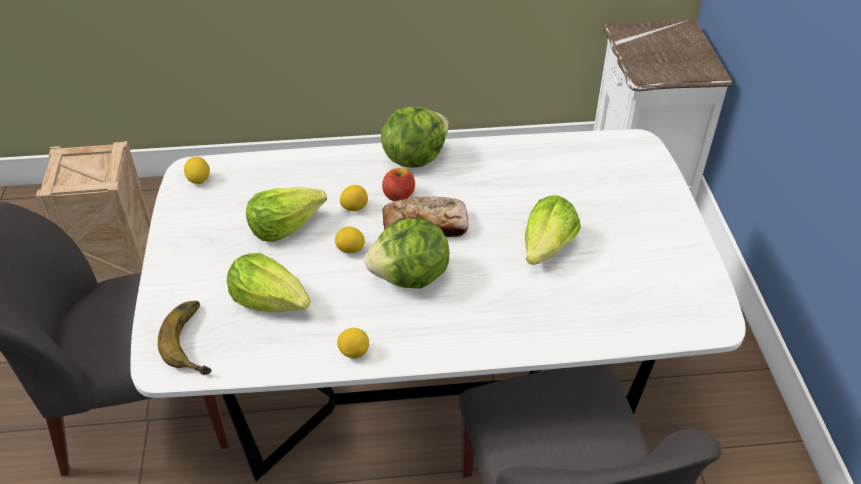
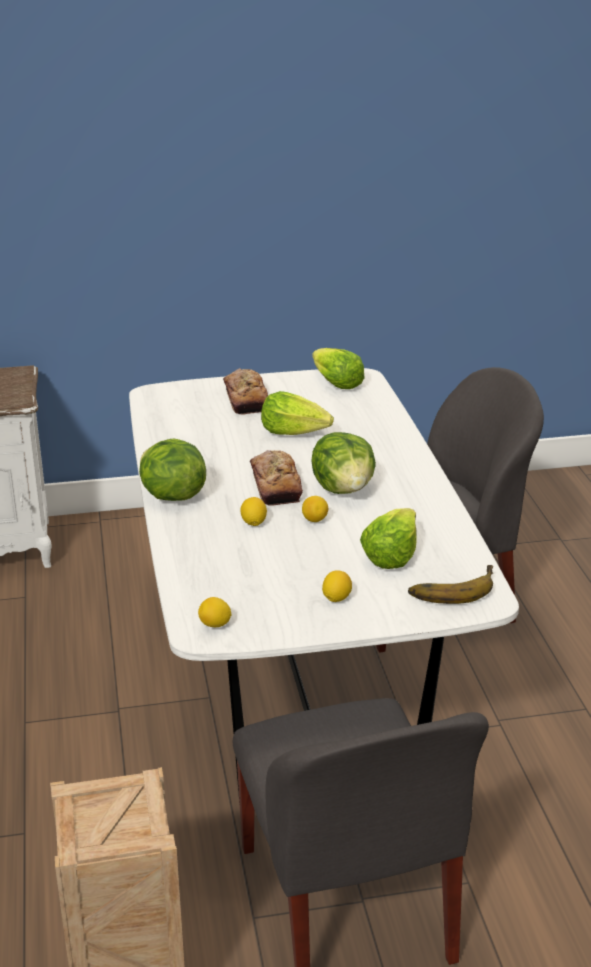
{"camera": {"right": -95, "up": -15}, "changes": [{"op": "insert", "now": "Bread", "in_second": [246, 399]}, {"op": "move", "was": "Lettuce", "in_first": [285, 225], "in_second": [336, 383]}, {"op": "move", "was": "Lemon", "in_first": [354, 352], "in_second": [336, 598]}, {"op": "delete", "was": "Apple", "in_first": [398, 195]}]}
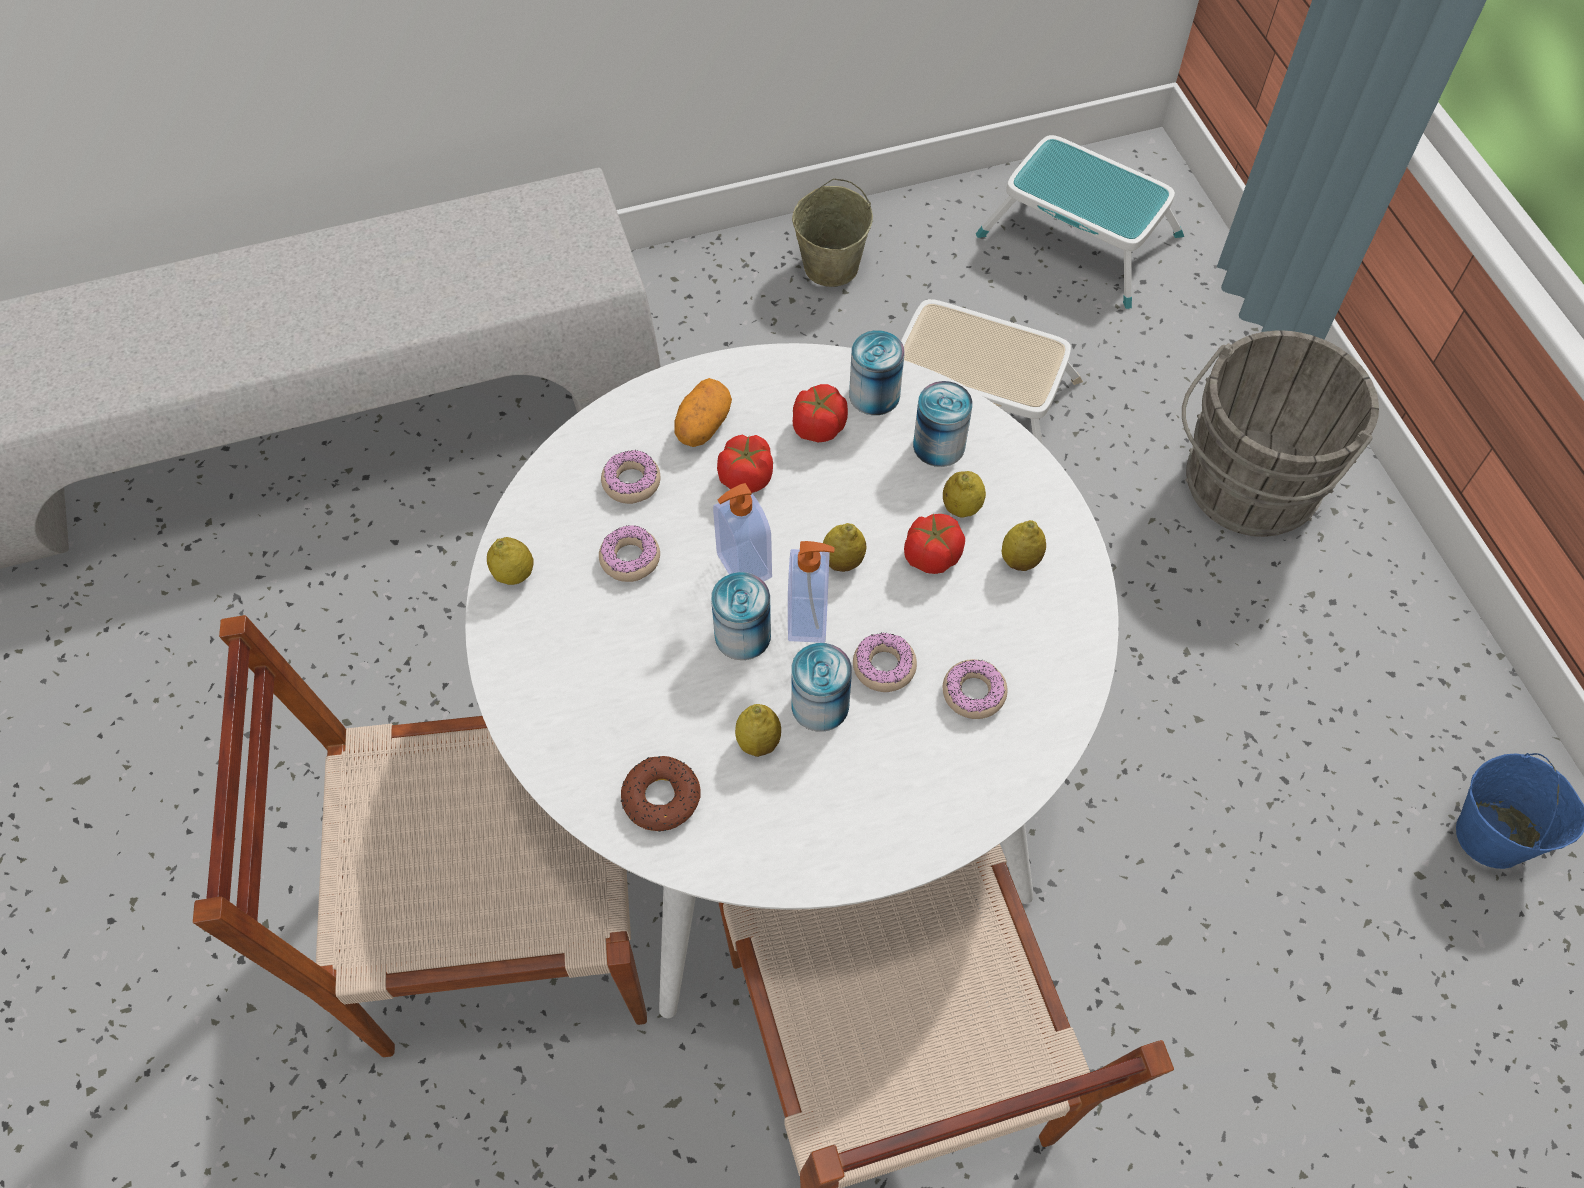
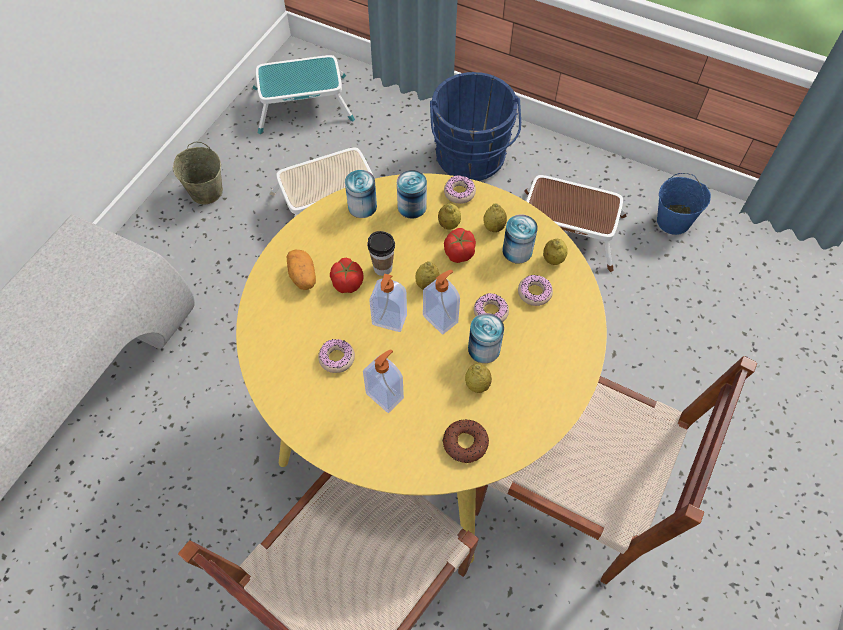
{"camera": {"right": -45, "up": 0}, "changes": [{"op": "recolor", "was": "WhiteDiningTable", "now": "YellowDiningTable", "in_first": [791, 785], "in_second": [421, 422]}, {"op": "insert", "now": "SoapDispenser", "in_second": [385, 395]}, {"op": "insert", "now": "Cup", "in_second": [383, 268]}, {"op": "recolor", "was": "GreyBucket", "now": "BlueBucket", "in_first": [1246, 489], "in_second": [470, 160]}, {"op": "move", "was": "Donut", "in_first": [631, 482], "in_second": [459, 192]}, {"op": "move", "was": "Can", "in_first": [742, 635], "in_second": [517, 251]}, {"op": "insert", "now": "BrownStepLadder", "in_second": [567, 230]}, {"op": "move", "was": "Lemon", "in_first": [514, 574], "in_second": [553, 259]}, {"op": "delete", "was": "Tomato", "in_first": [818, 427]}]}
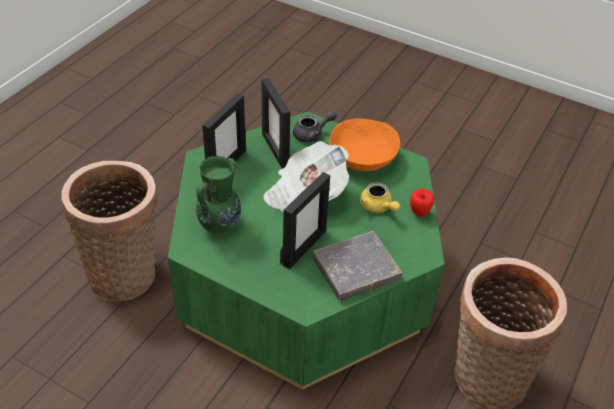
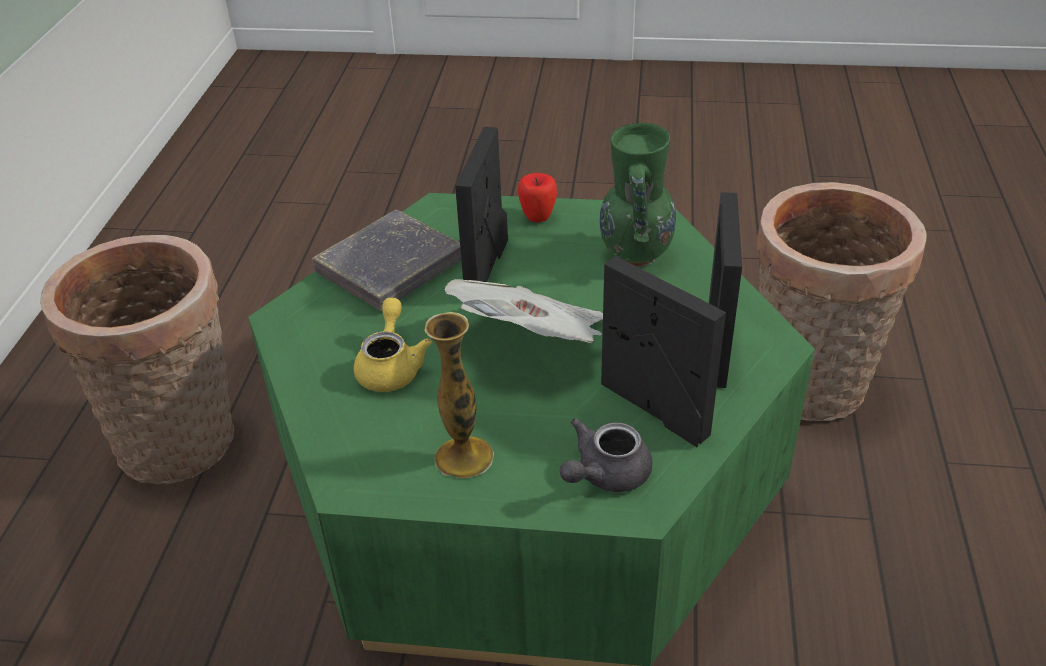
{"camera": {"right": 160, "up": -5}, "changes": [{"op": "rotate", "was": "YellowTeapot", "in_first": [377, 207], "in_second": [391, 366], "clockwise": 60}, {"op": "replace", "was": "OrangeBowl", "now": "Vase", "in_first": [362, 158], "in_second": [464, 457]}, {"op": "move", "was": "Apple", "in_first": [419, 213], "in_second": [538, 217]}]}
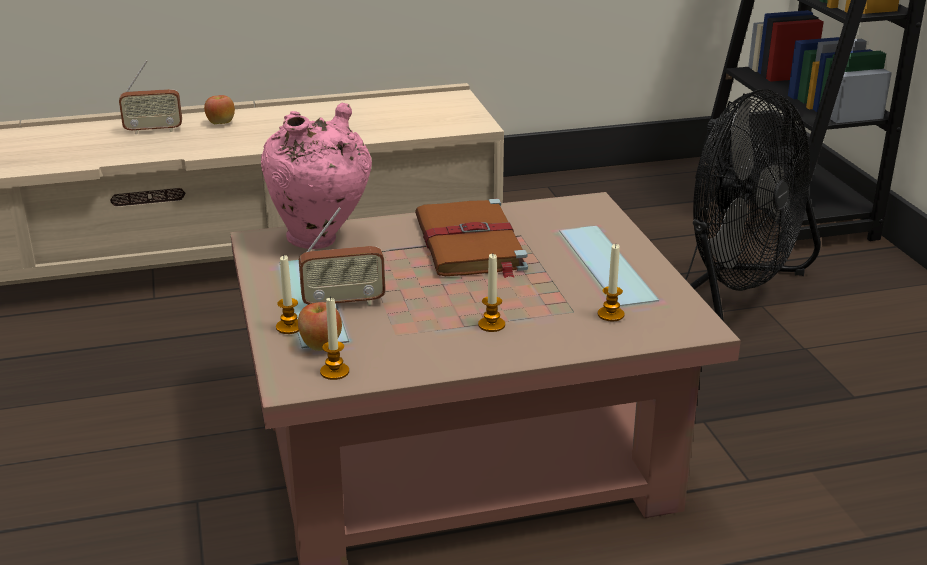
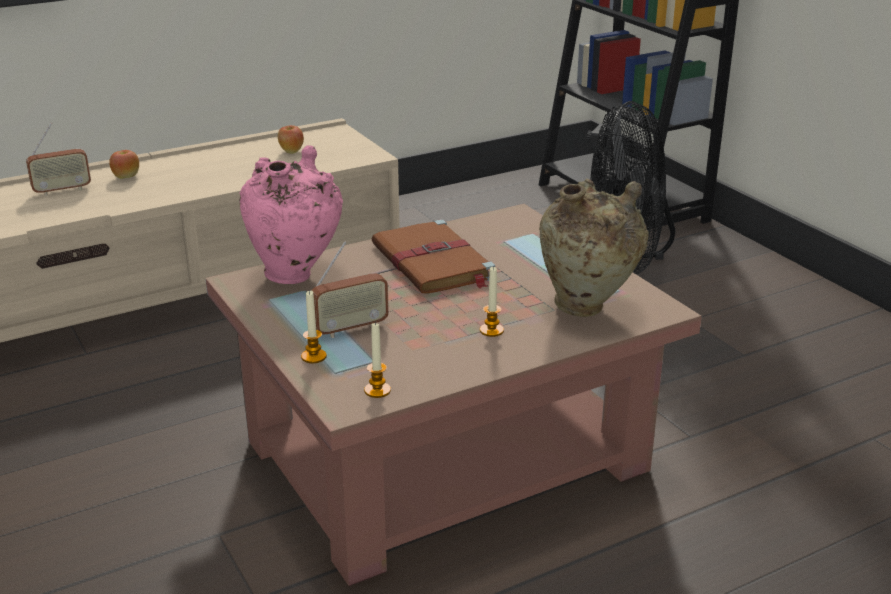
{"camera": {"right": -15, "up": 0}, "changes": [{"op": "move", "was": "Apple", "in_first": [320, 345], "in_second": [291, 151]}, {"op": "replace", "was": "Candle", "now": "BeigeVase", "in_first": [610, 314], "in_second": [587, 308]}]}
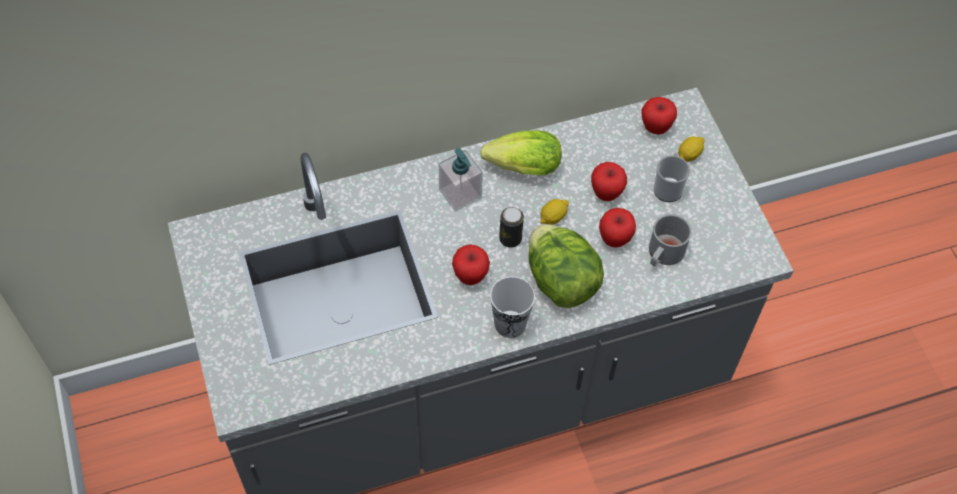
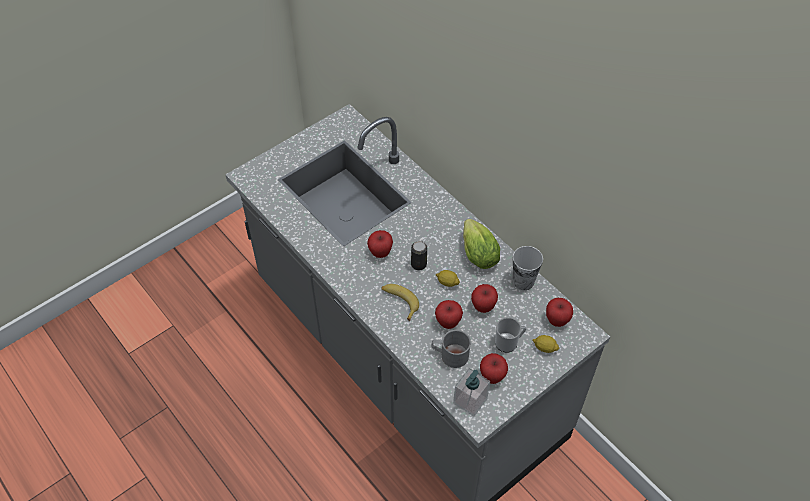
{"camera": {"right": 70, "up": -5}, "changes": [{"op": "replace", "was": "Lettuce", "now": "Banana", "in_first": [561, 281], "in_second": [399, 302]}, {"op": "move", "was": "SoapDispenser", "in_first": [460, 194], "in_second": [470, 401]}, {"op": "insert", "now": "Apple", "in_second": [492, 376]}, {"op": "move", "was": "Cup", "in_first": [510, 324], "in_second": [523, 281]}]}
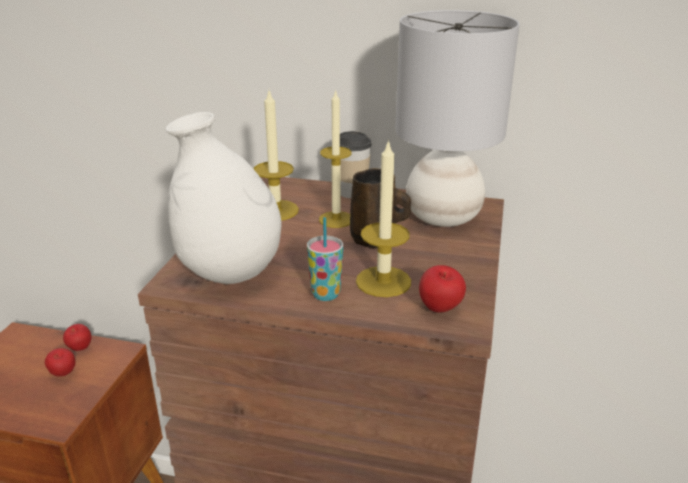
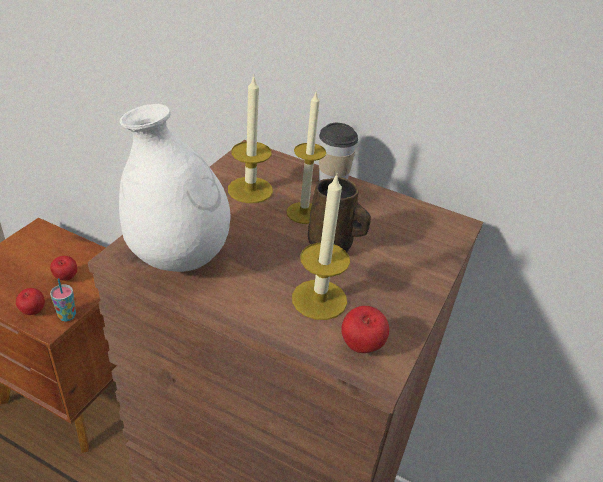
{"camera": {"right": 10, "up": 10}, "changes": [{"op": "move", "was": "Apple", "in_first": [80, 349], "in_second": [33, 312]}, {"op": "move", "was": "Cup", "in_first": [325, 294], "in_second": [67, 316]}, {"op": "delete", "was": "GreyTableLamp", "in_first": [441, 217]}]}
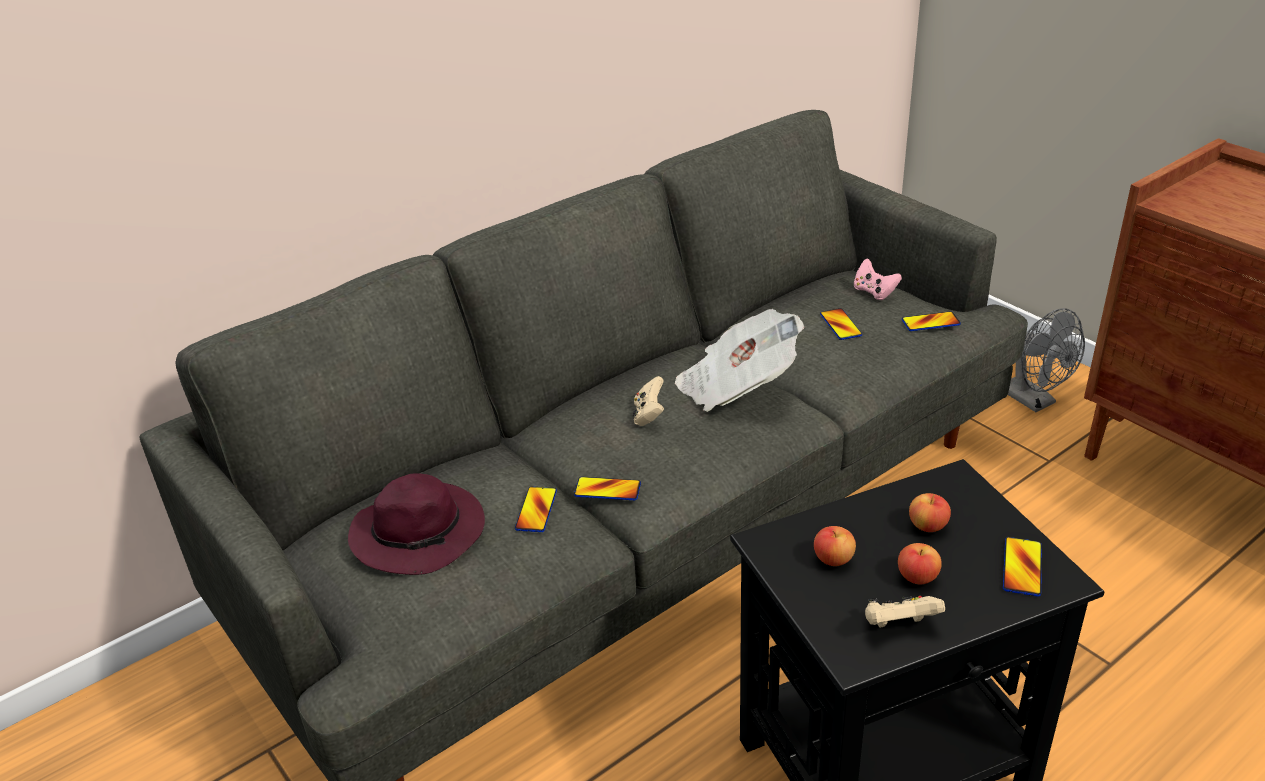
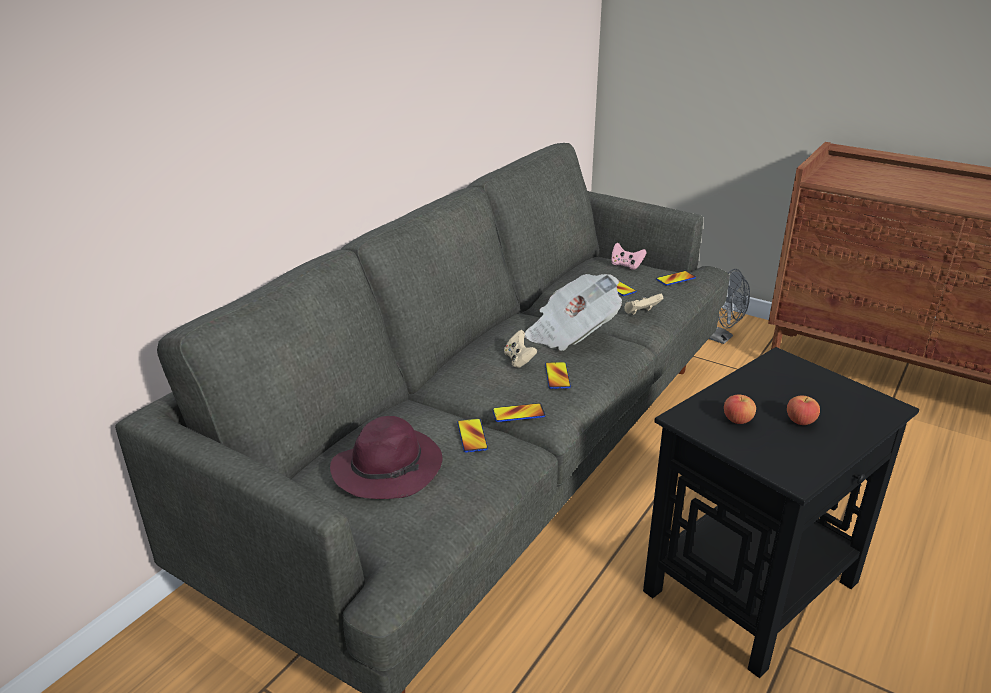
{"camera": {"right": -20, "up": -5}, "changes": [{"op": "move", "was": "Phone", "in_first": [1022, 567], "in_second": [557, 376]}, {"op": "move", "was": "BeigeGameController", "in_first": [899, 625], "in_second": [641, 313]}, {"op": "delete", "was": "Apple", "in_first": [927, 525]}]}
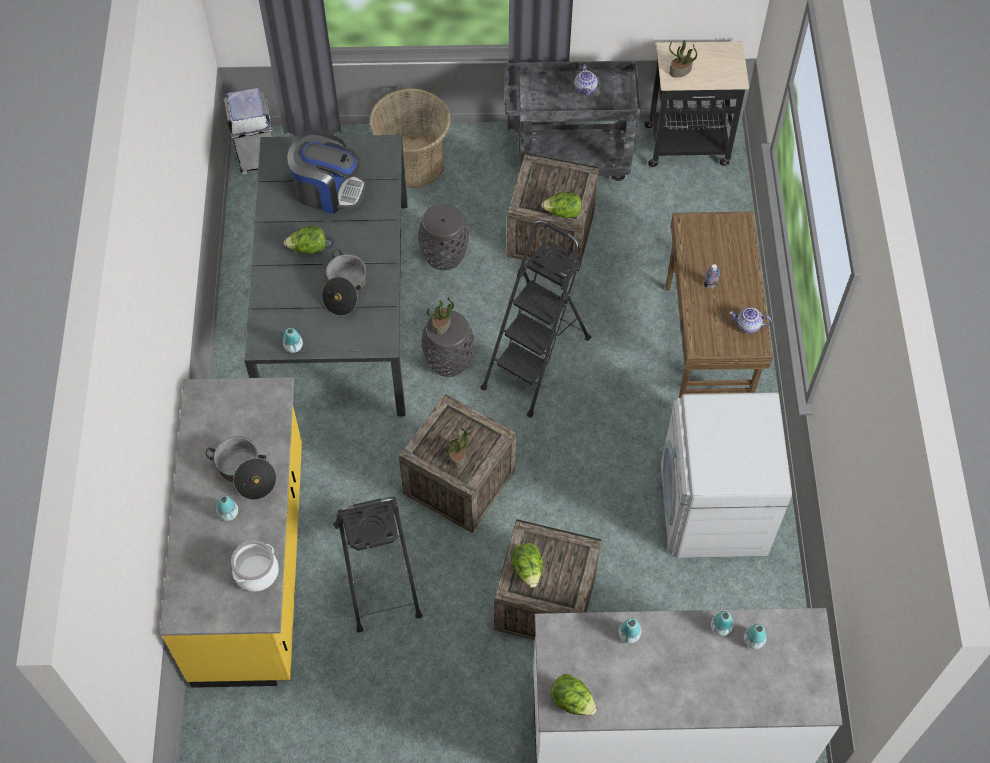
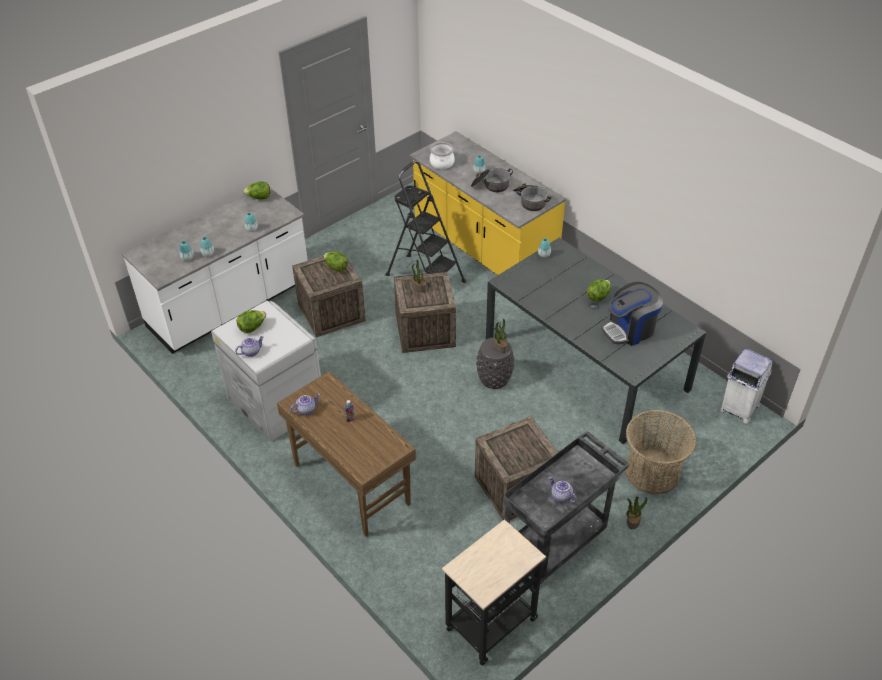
{"camera": {"right": 140, "up": -15}, "changes": [{"op": "insert", "now": "Teapot", "in_second": [251, 352]}, {"op": "move", "was": "Lettuce", "in_first": [562, 213], "in_second": [252, 327]}, {"op": "move", "was": "CookingPot", "in_first": [345, 290], "in_second": [530, 201]}, {"op": "move", "was": "PottedPlant", "in_first": [680, 71], "in_second": [633, 520]}, {"op": "delete", "was": "GreyStool", "in_first": [444, 255]}, {"op": "delete", "was": "StepLadder", "in_first": [537, 360]}]}
